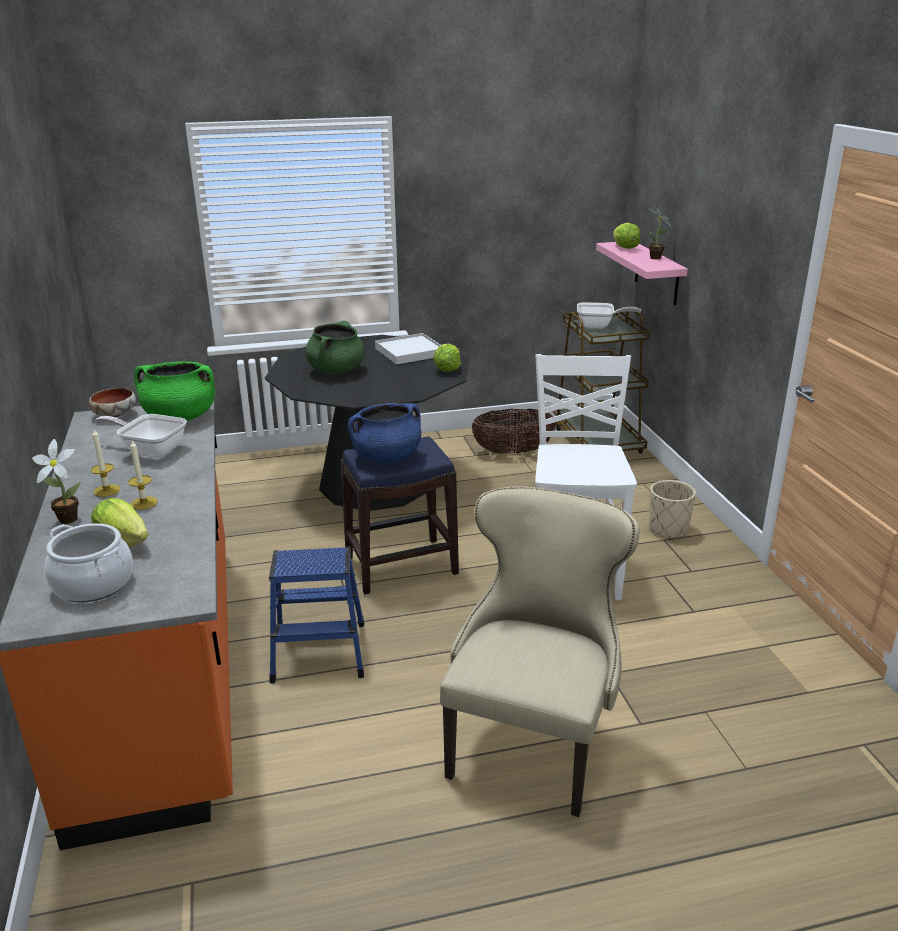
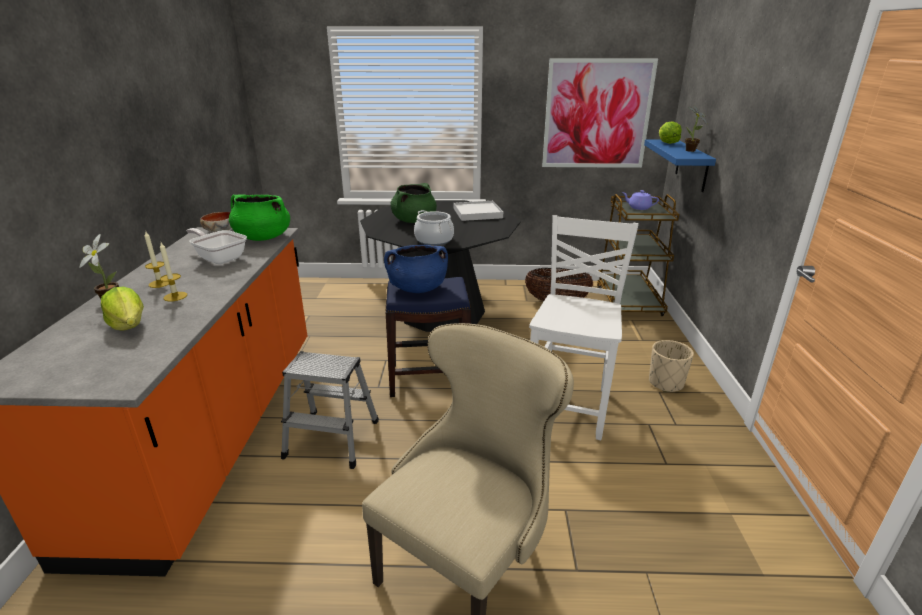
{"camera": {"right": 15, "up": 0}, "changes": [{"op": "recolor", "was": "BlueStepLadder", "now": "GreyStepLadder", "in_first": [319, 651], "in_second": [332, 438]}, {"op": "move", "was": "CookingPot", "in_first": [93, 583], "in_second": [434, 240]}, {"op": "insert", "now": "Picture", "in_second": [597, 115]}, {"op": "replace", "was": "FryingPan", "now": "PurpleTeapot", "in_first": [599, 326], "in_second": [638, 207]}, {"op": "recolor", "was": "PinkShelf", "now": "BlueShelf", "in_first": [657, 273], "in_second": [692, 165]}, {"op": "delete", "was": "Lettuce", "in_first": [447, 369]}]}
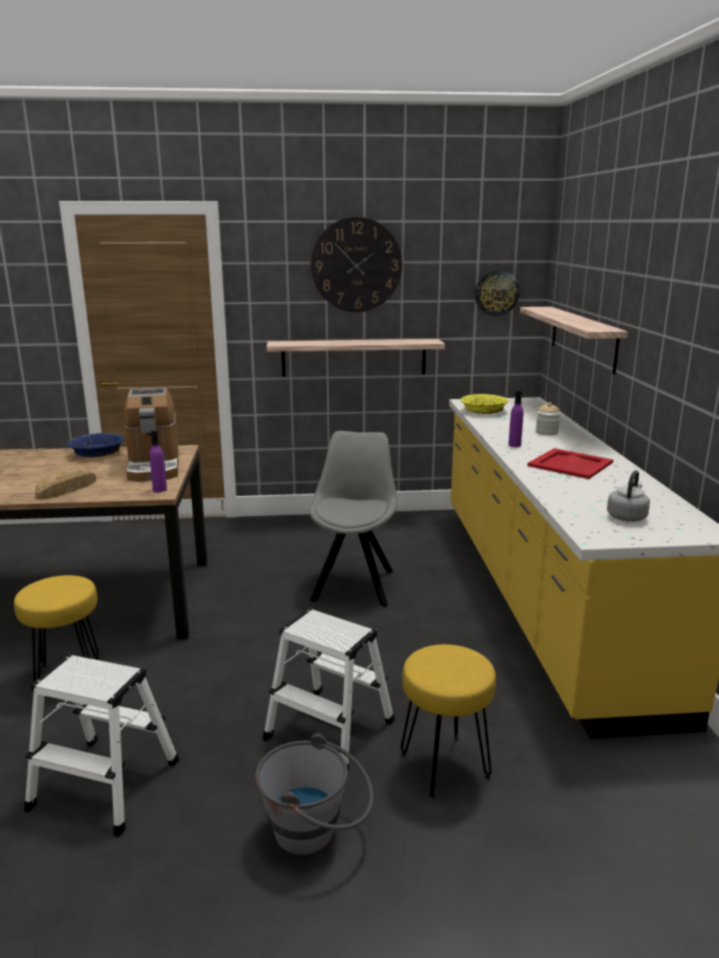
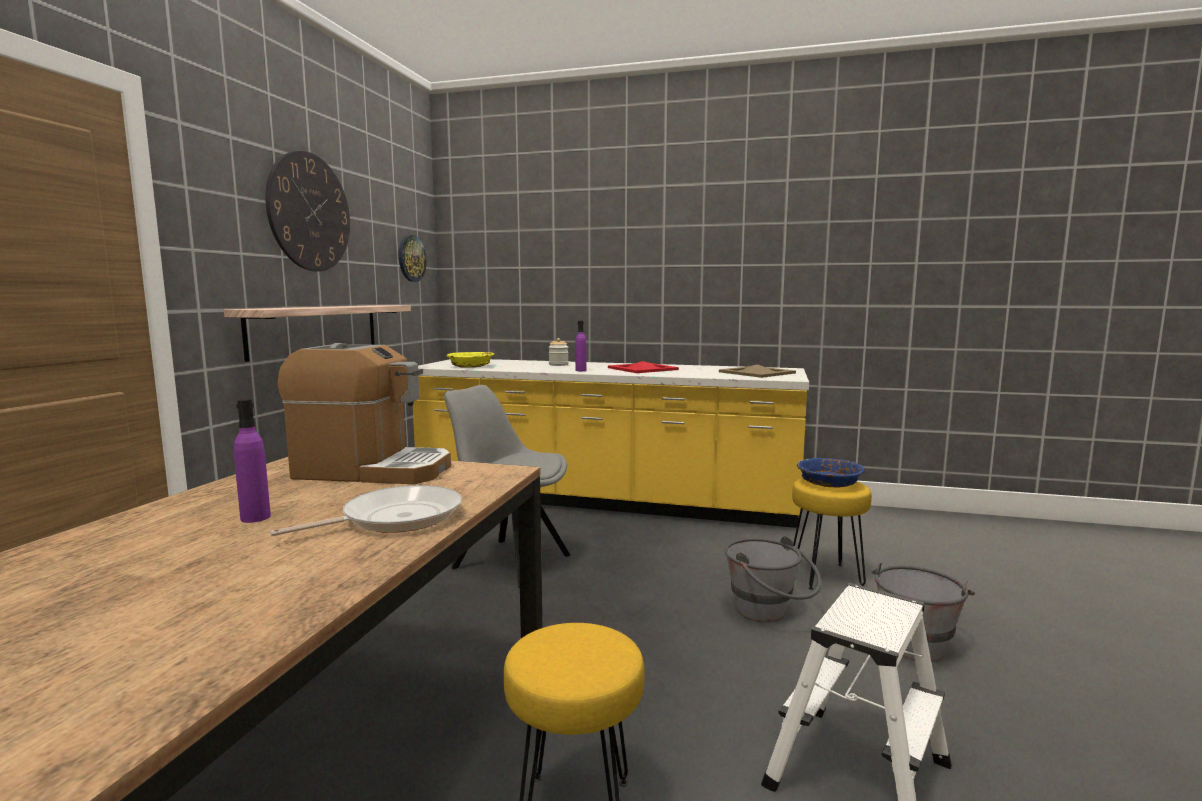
{"camera": {"right": -70, "up": -10}, "changes": [{"op": "move", "was": "PurpleBottle", "in_first": [160, 490], "in_second": [255, 517]}, {"op": "replace", "was": "Bread", "now": "FryingPan", "in_first": [67, 489], "in_second": [395, 518]}, {"op": "replace", "was": "GreyKettle", "now": "BeigeTray", "in_first": [627, 517], "in_second": [756, 372]}, {"op": "replace", "was": "WhiteStepLadder", "now": "GreyBucket", "in_first": [329, 729], "in_second": [769, 614]}, {"op": "move", "was": "BlueBowl", "in_first": [98, 453], "in_second": [828, 483]}, {"op": "delete", "was": "Shelf", "in_first": [582, 338]}]}
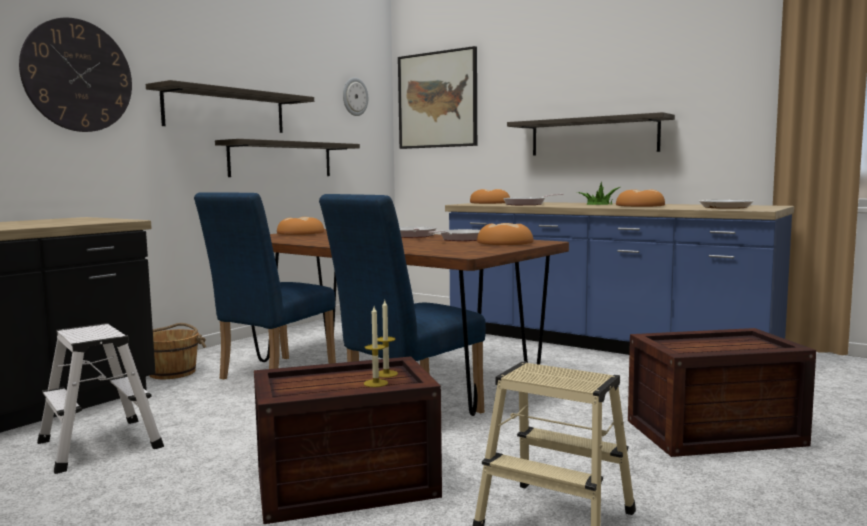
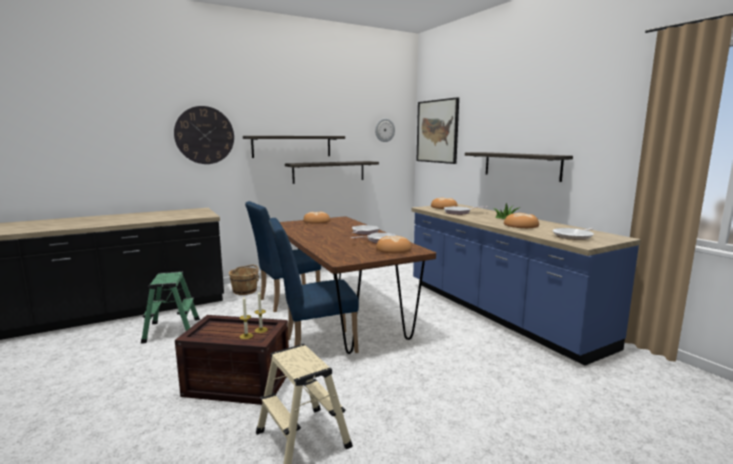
{"camera": {"right": 25, "up": 5}, "changes": [{"op": "recolor", "was": "WhiteStepLadder", "now": "GreenStepLadder", "in_first": [99, 444], "in_second": [172, 330]}, {"op": "delete", "was": "Crate", "in_first": [716, 433]}]}
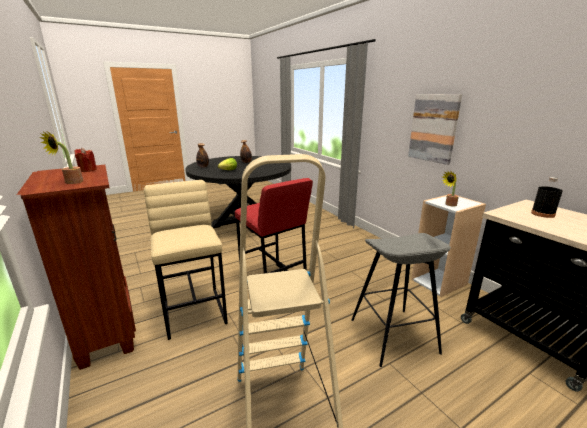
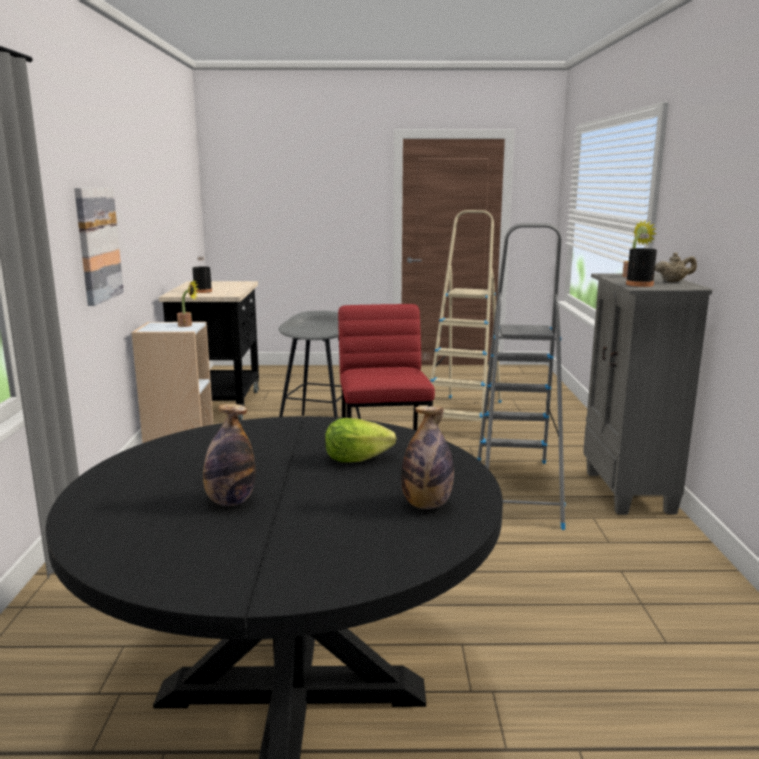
{"camera": {"right": -150, "up": -5}, "changes": [{"op": "replace", "was": "BeigeStool", "now": "GreyStepLadder", "in_first": [194, 311], "in_second": [516, 489]}, {"op": "recolor", "was": "BrownCabinet", "now": "GreyCabinet", "in_first": [108, 334], "in_second": [626, 493]}, {"op": "replace", "was": "RedCandle", "now": "BlackBottle", "in_first": [87, 170], "in_second": [639, 284]}, {"op": "insert", "now": "BeigeTeapot", "in_second": [673, 281]}]}
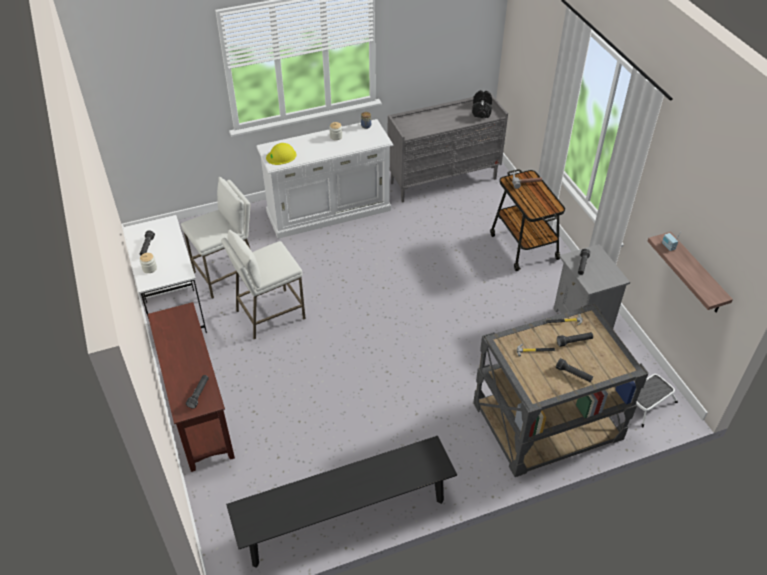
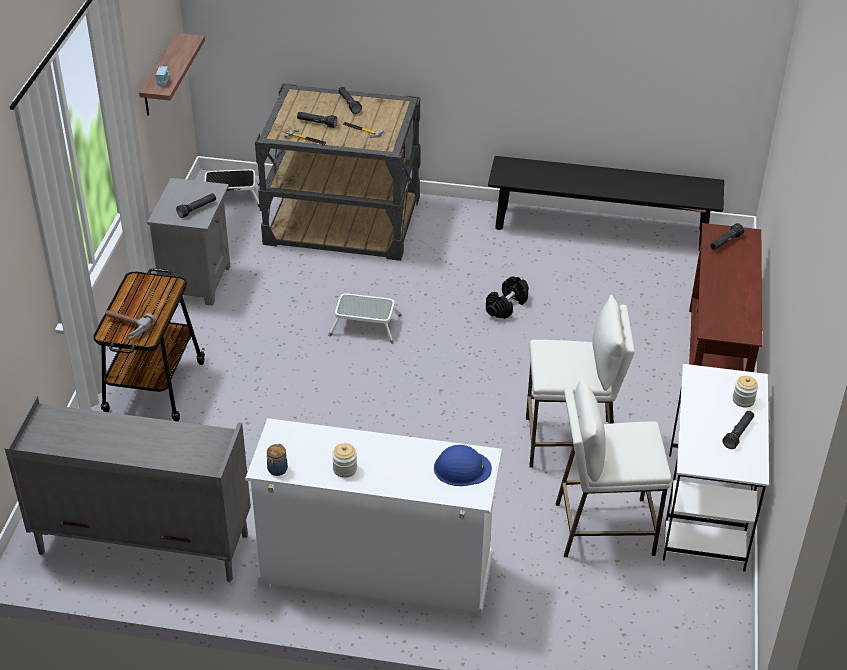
{"camera": {"right": -150, "up": -5}, "changes": [{"op": "insert", "now": "GreyStepLadder", "in_second": [365, 325]}, {"op": "recolor", "was": "YellowHardHat", "now": "BlueHardHat", "in_first": [281, 156], "in_second": [462, 468]}, {"op": "move", "was": "BlackDumbbell", "in_first": [481, 110], "in_second": [506, 306]}]}
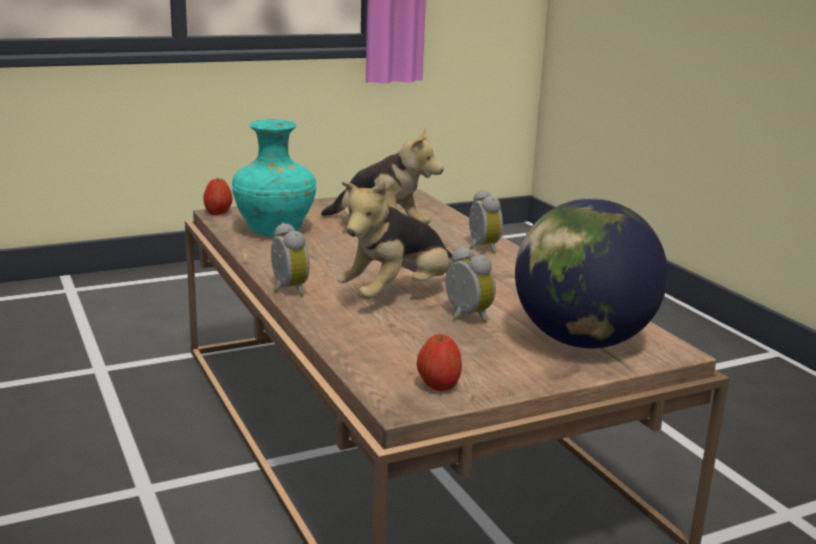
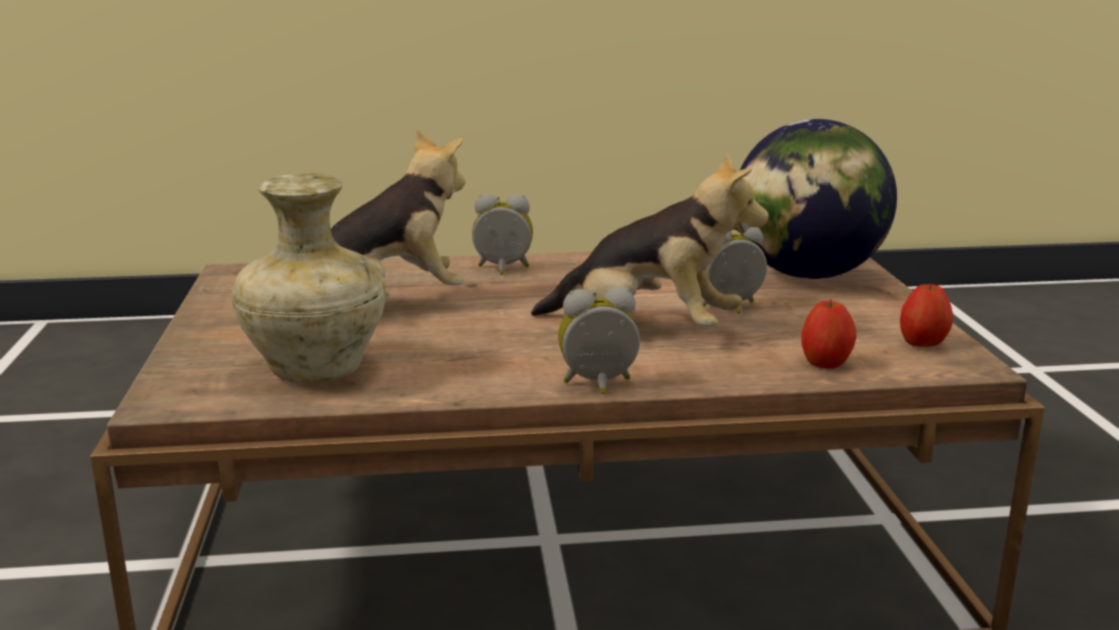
{"camera": {"right": -70, "up": 0}, "changes": [{"op": "recolor", "was": "TurquoiseVase", "now": "BeigeVase", "in_first": [273, 231], "in_second": [317, 370]}, {"op": "rotate", "was": "PlushToy", "in_first": [398, 295], "in_second": [648, 328], "clockwise": -45}, {"op": "move", "was": "Apple", "in_first": [218, 213], "in_second": [825, 363]}]}
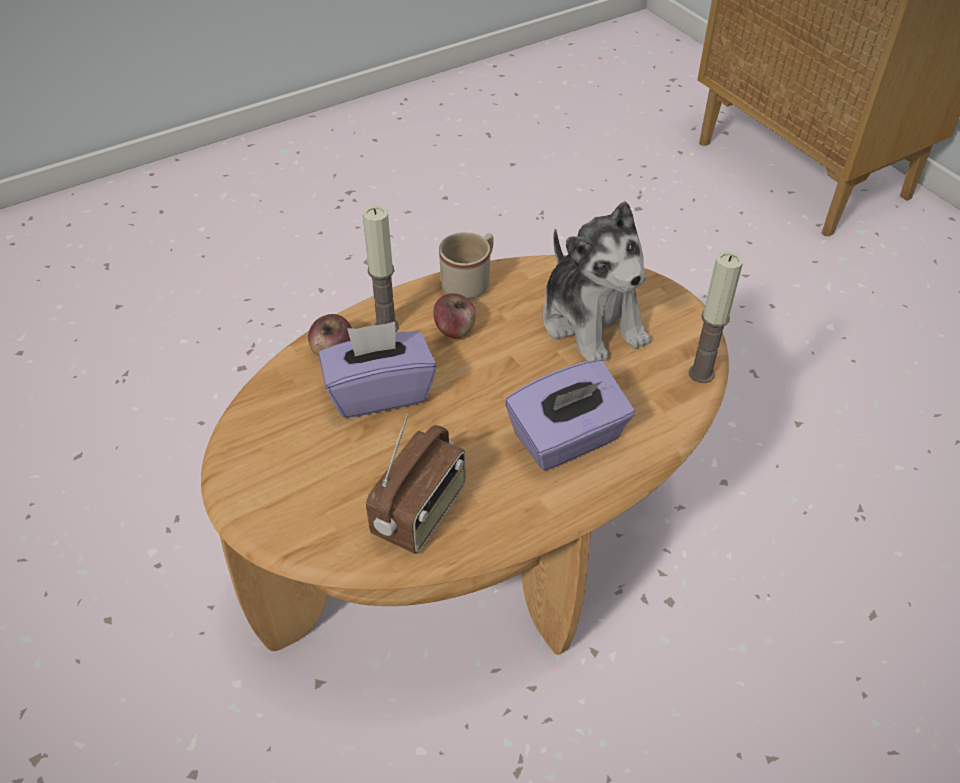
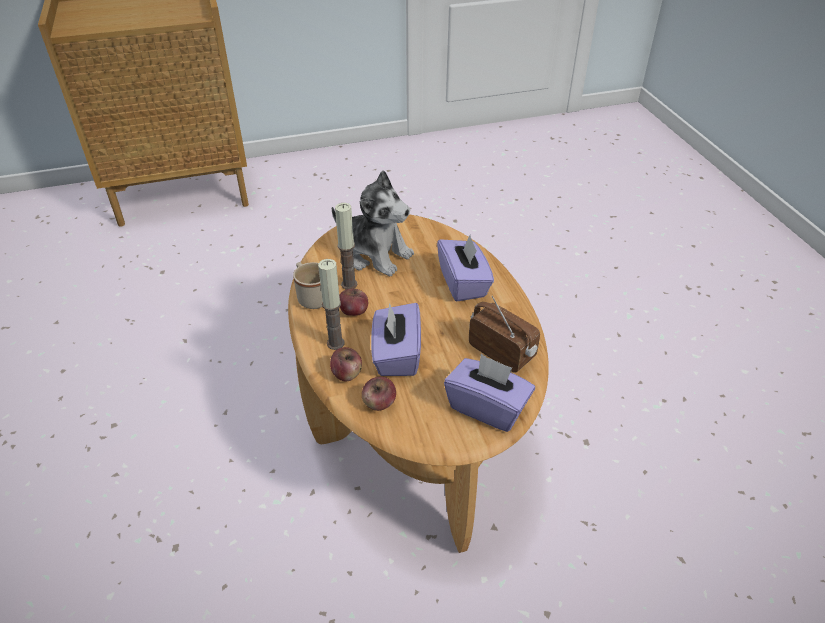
{"camera": {"right": -75, "up": -5}, "changes": [{"op": "rotate", "was": "PlushToy", "in_first": [592, 322], "in_second": [374, 254], "clockwise": 45}, {"op": "move", "was": "Candle", "in_first": [701, 373], "in_second": [349, 284]}, {"op": "insert", "now": "Apple", "in_second": [379, 403]}, {"op": "insert", "now": "PurpleTissueBox", "in_second": [487, 407]}]}
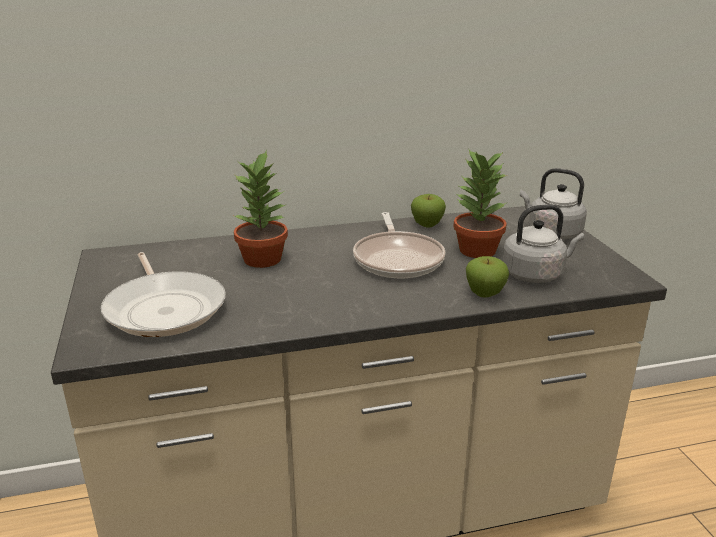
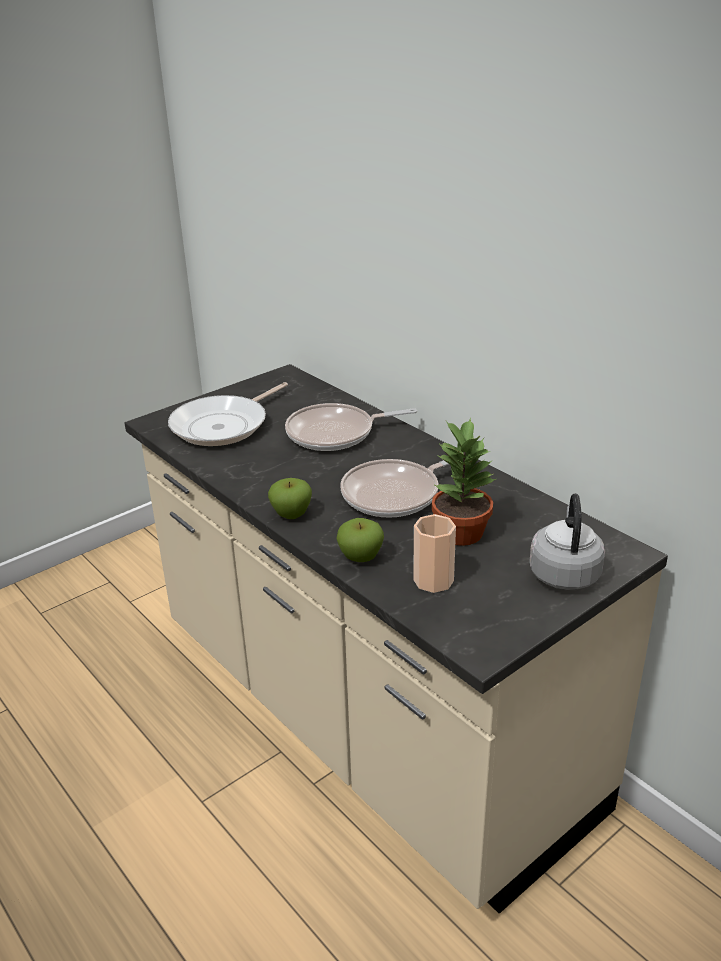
{"camera": {"right": 65, "up": 5}, "changes": [{"op": "move", "was": "Apple", "in_first": [427, 225], "in_second": [291, 515]}, {"op": "replace", "was": "PottedPlant", "now": "FryingPan", "in_first": [263, 259], "in_second": [335, 433]}, {"op": "replace", "was": "GreyKettle", "now": "Cup", "in_first": [535, 274], "in_second": [433, 580]}]}
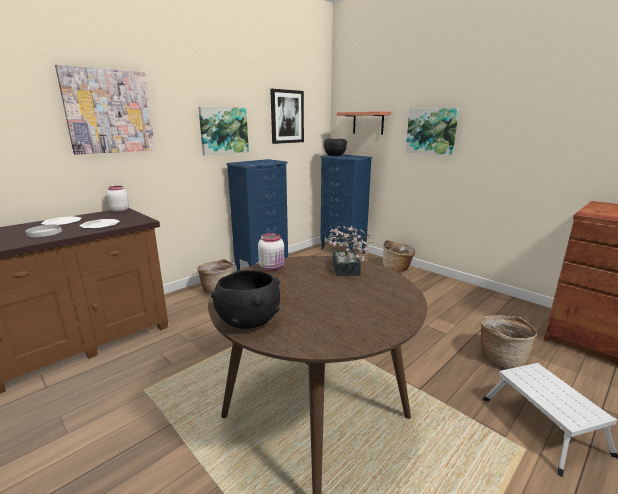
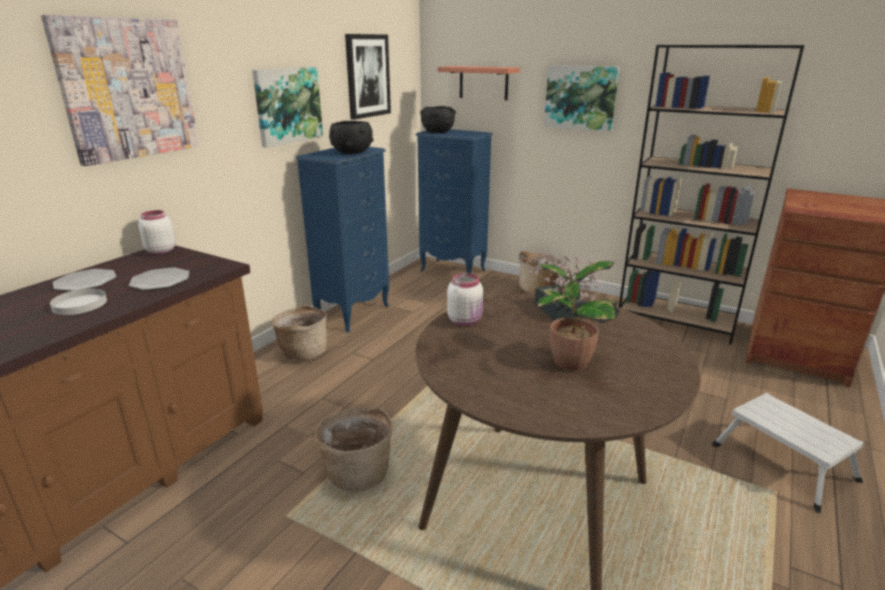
{"camera": {"right": -15, "up": 5}, "changes": [{"op": "move", "was": "Basket", "in_first": [501, 357], "in_second": [358, 472]}, {"op": "move", "was": "BlackBowl", "in_first": [248, 321], "in_second": [352, 153]}, {"op": "insert", "now": "PottedPlant", "in_second": [567, 362]}, {"op": "insert", "now": "BeigeBookcase", "in_second": [676, 321]}]}
